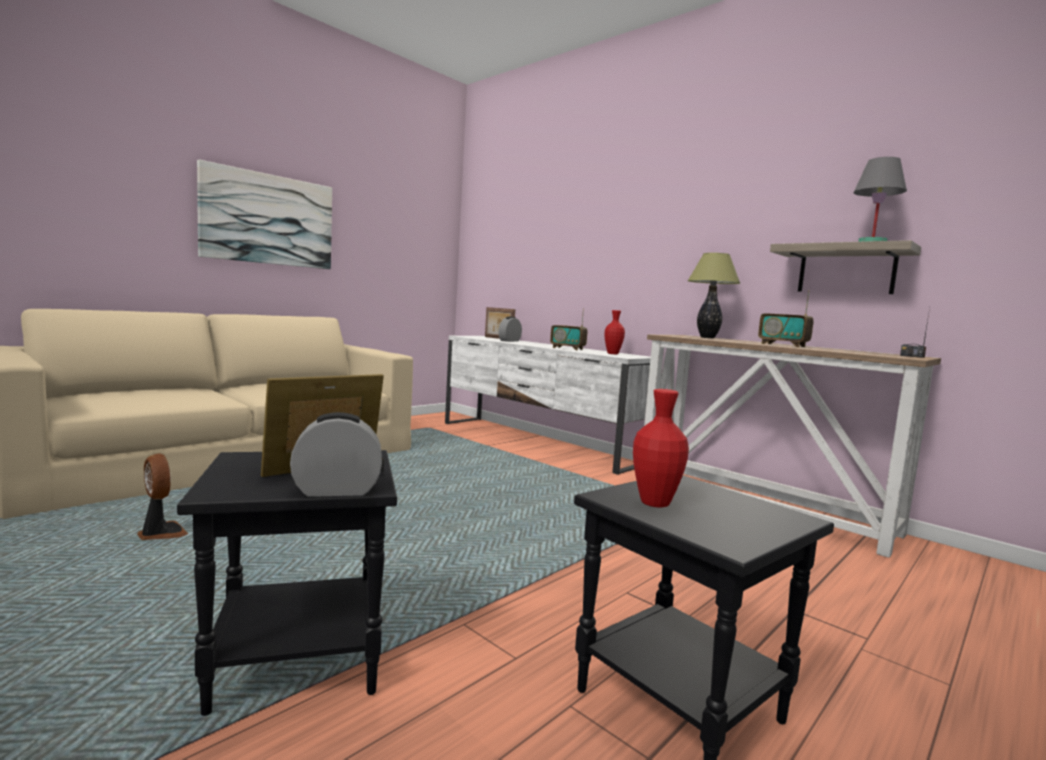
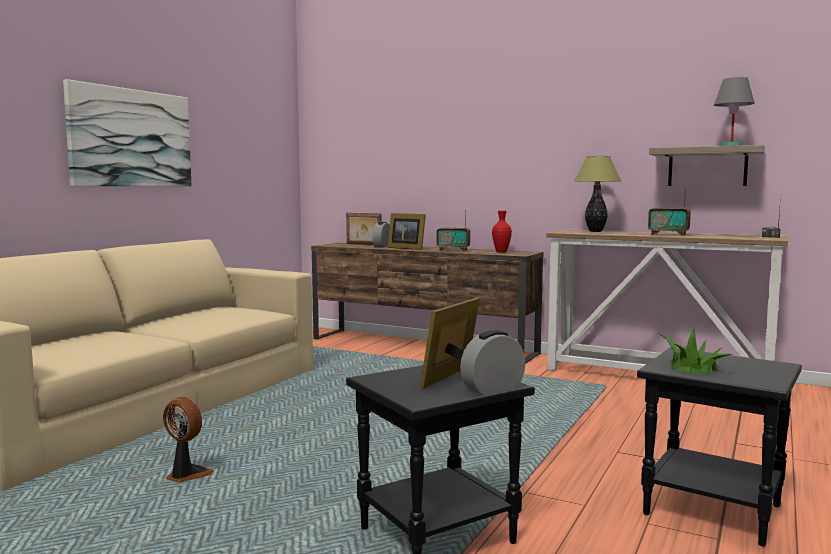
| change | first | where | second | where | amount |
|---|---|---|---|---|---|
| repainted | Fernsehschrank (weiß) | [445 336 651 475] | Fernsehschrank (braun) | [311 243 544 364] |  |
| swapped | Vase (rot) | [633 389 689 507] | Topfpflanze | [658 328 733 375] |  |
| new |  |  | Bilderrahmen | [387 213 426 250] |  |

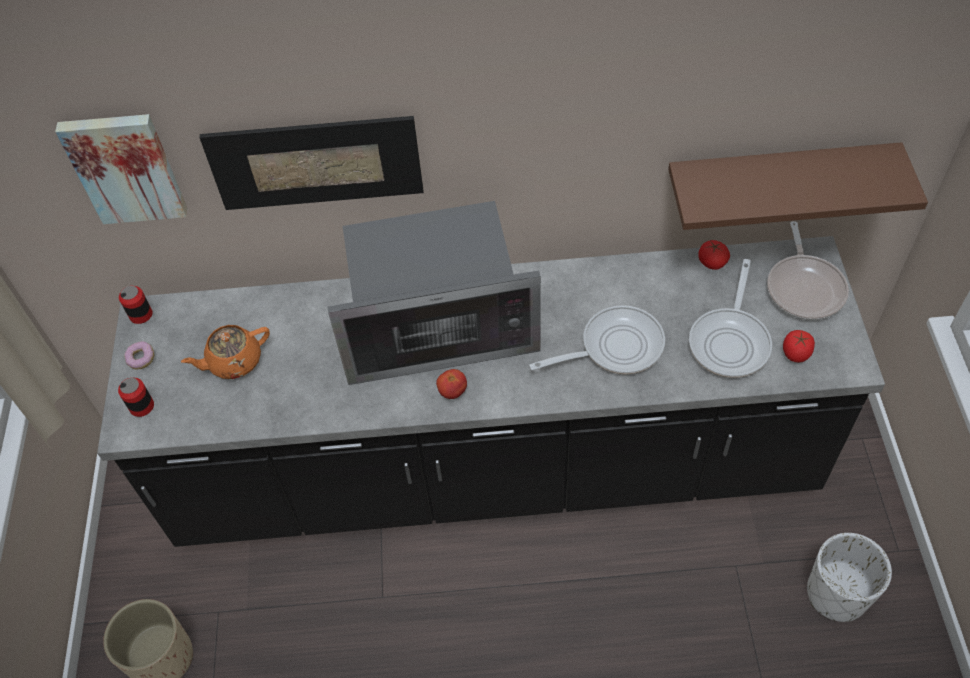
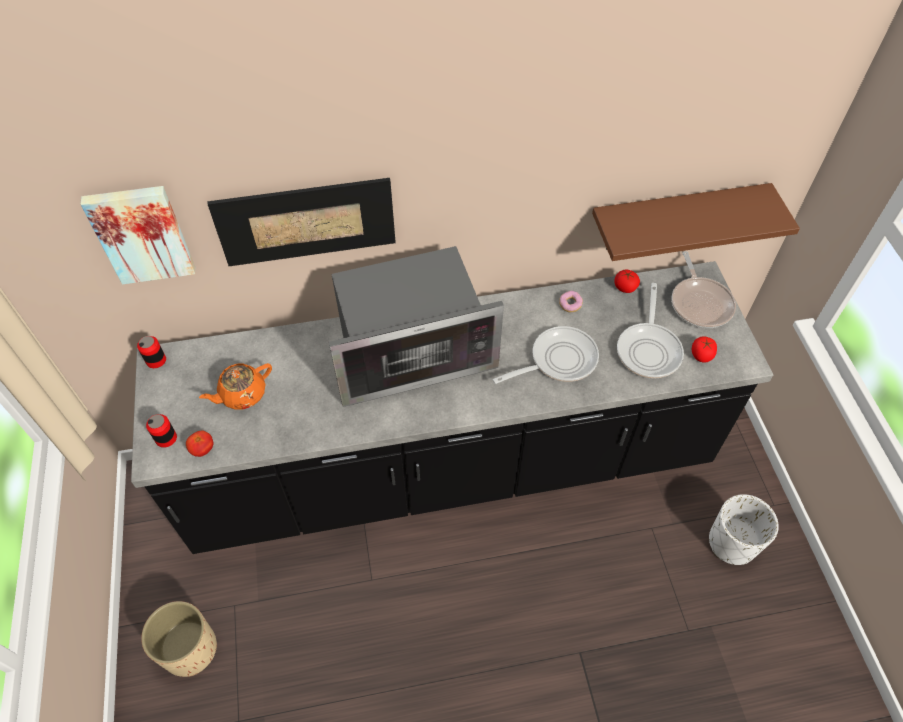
| change | first | where | second | where | amount |
|---|---|---|---|---|---|
| shifted | Donut | [124 341 154 370] |  | [559 291 583 313] |  |
| shifted | Tomate | [436 369 467 399] |  | [186 430 213 457] |  |

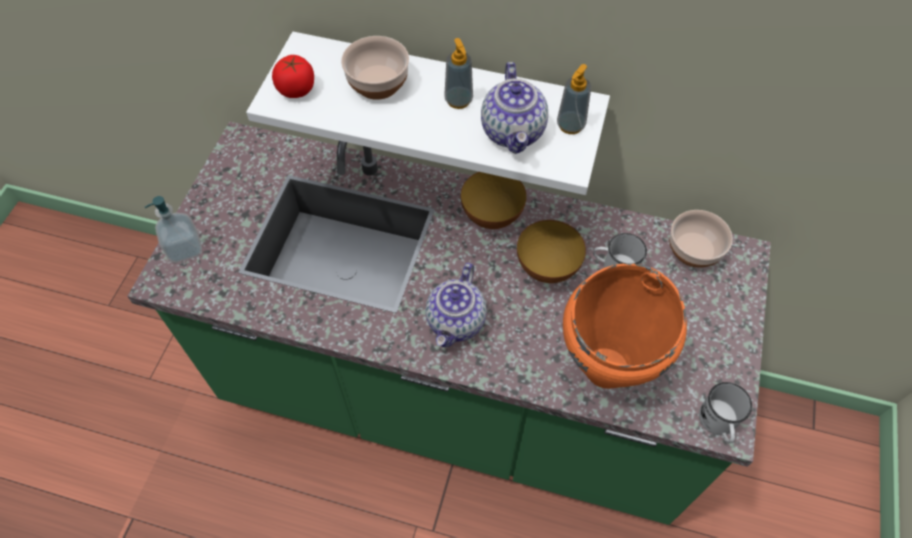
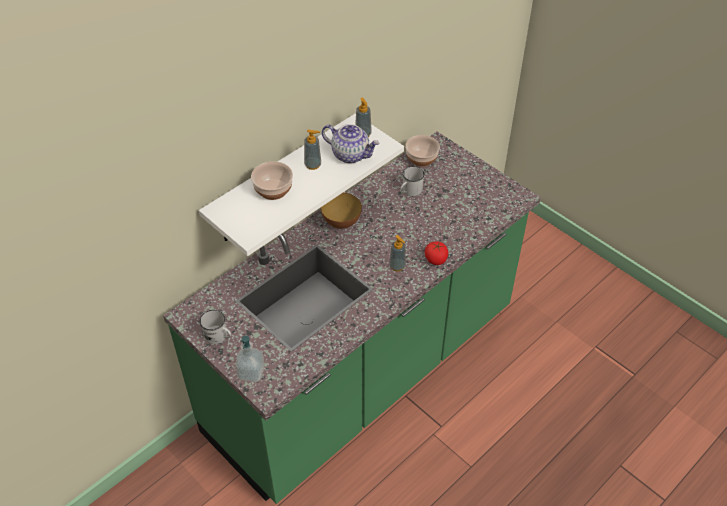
| change | first | where | second | where | amount |
|---|---|---|---|---|---|
| shifted | Tomate | [272 55 314 98] |  | [425 241 449 265] |  |
| swapped | Teekanne | [426 263 487 347] | Seifenspender | [389 235 406 271] |  |
| gone | Schüssel | [517 220 586 283] |  |  |  |
| gone | Kochtopf (orange) | [563 263 687 389] |  |  |  |
| shifted | Henkelbecher (weiß) | [699 382 752 443] |  | [199 310 231 344] |  |

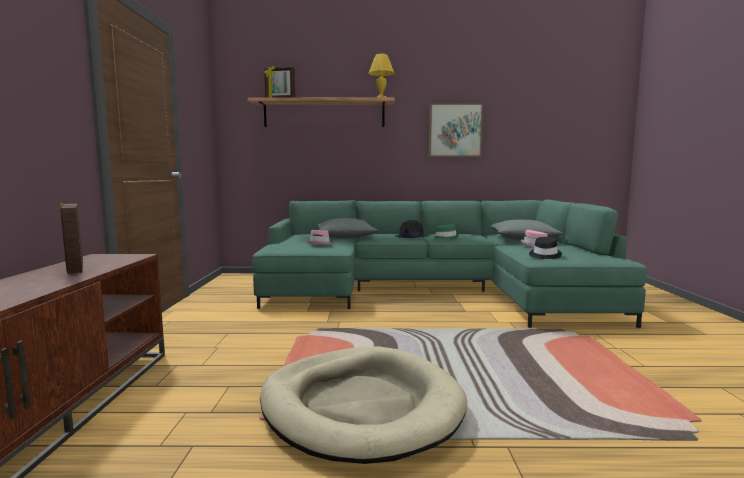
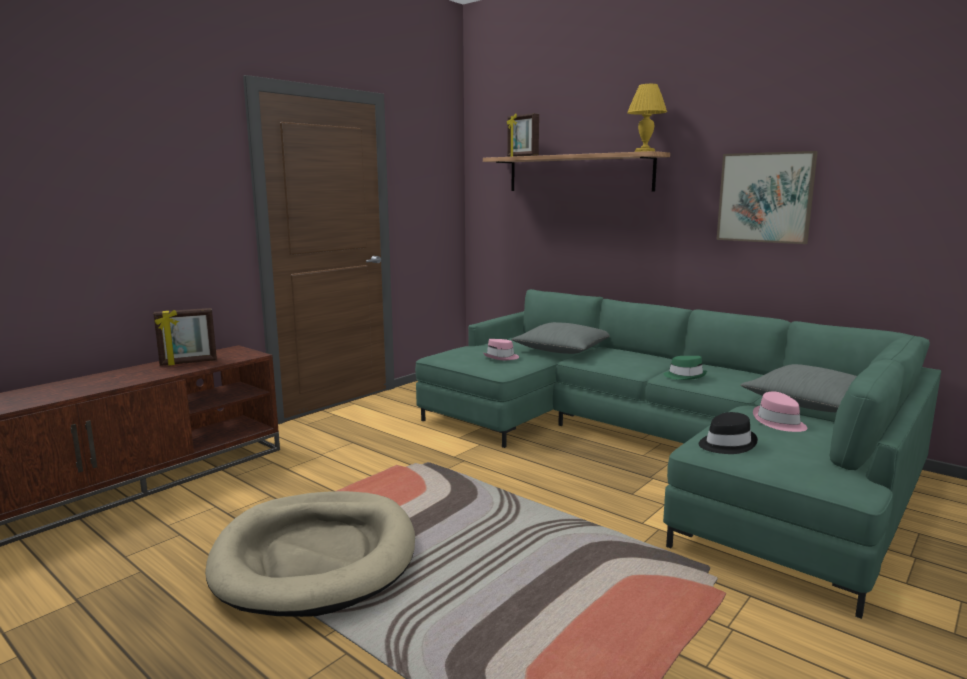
| change | first | where | second | where | amount |
|---|---|---|---|---|---|
| rotated | Bilderrahmen | [60 202 83 274] |  | [154 308 217 366] | 120 degrees counterclockwise |
| gone | Hut (schwarz) | [395 220 428 238] |  |  |  |

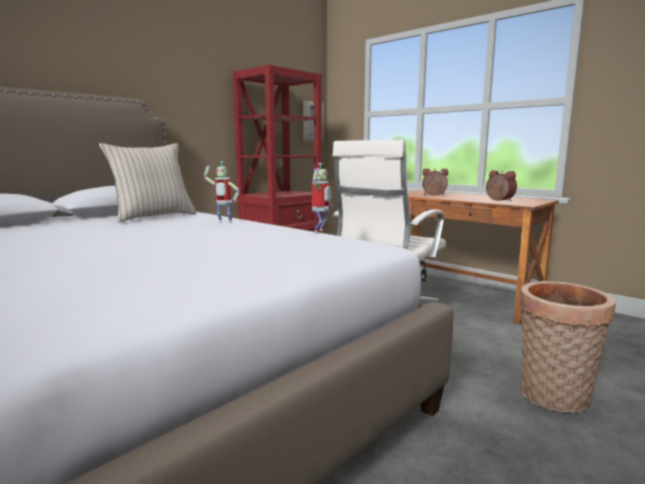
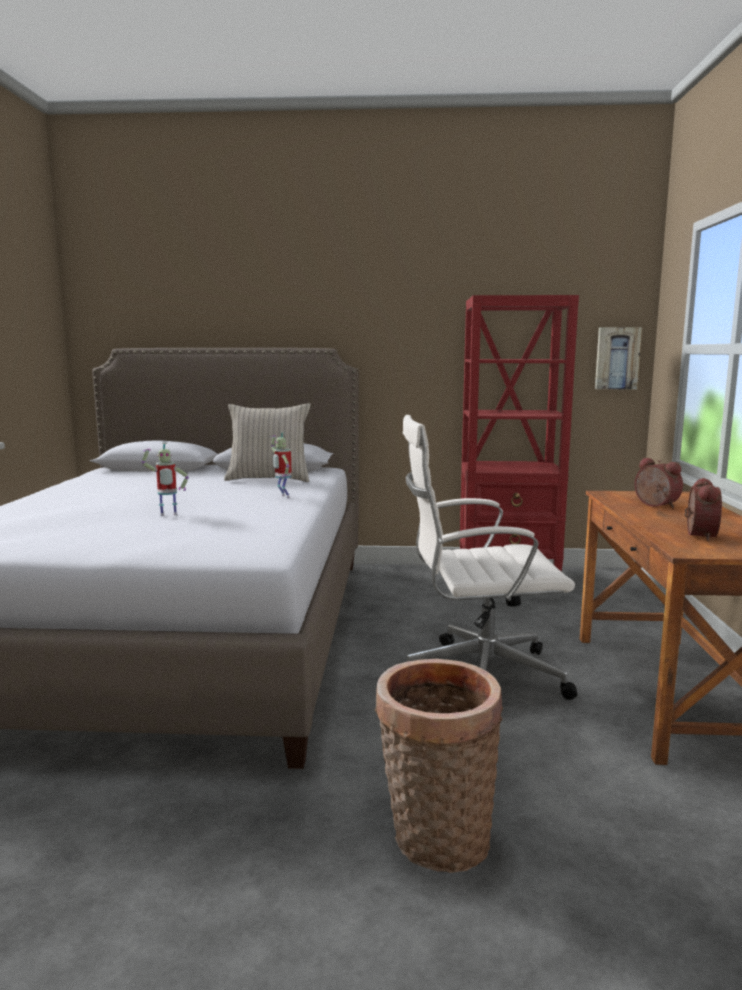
| change | first | where | second | where | amount |
|---|---|---|---|---|---|
| shifted | Spielzeugroboter | [312 163 333 233] |  | [141 443 189 516] |  |

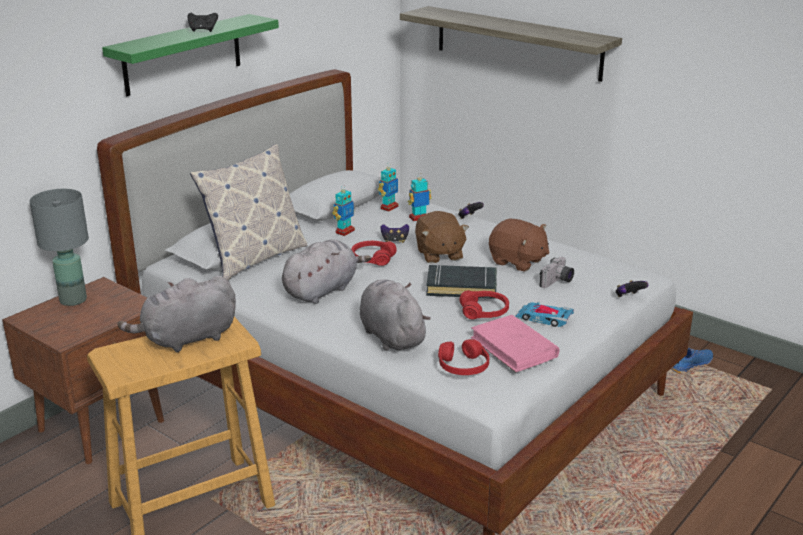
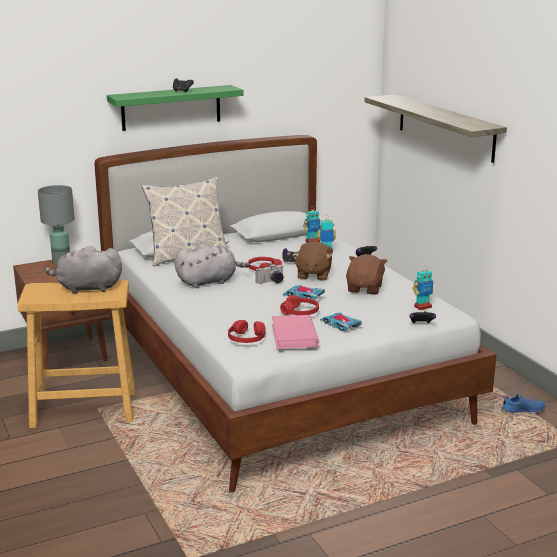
| change | first | where | second | where | amount |
|---|---|---|---|---|---|
| shifted | Spielzeugroboter | [332 185 355 236] |  | [413 265 434 310] |  |
| gone | Plüschtier (grau) | [360 279 430 351] |  |  |  |
| swapped | Buch (schwarz) | [426 264 497 299] | Spielzeugauto | [283 285 325 300] |  |
| rotated | Plüschtier (braun) | [489 219 550 271] |  | [346 254 387 295] | 135 degrees counterclockwise |
| shifted | Kamera | [539 257 574 288] |  | [256 264 284 284] |  |

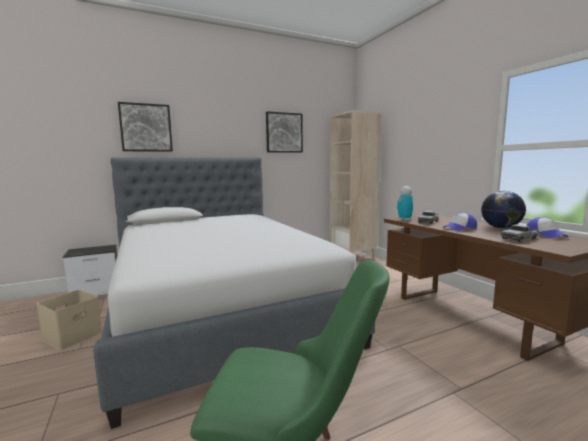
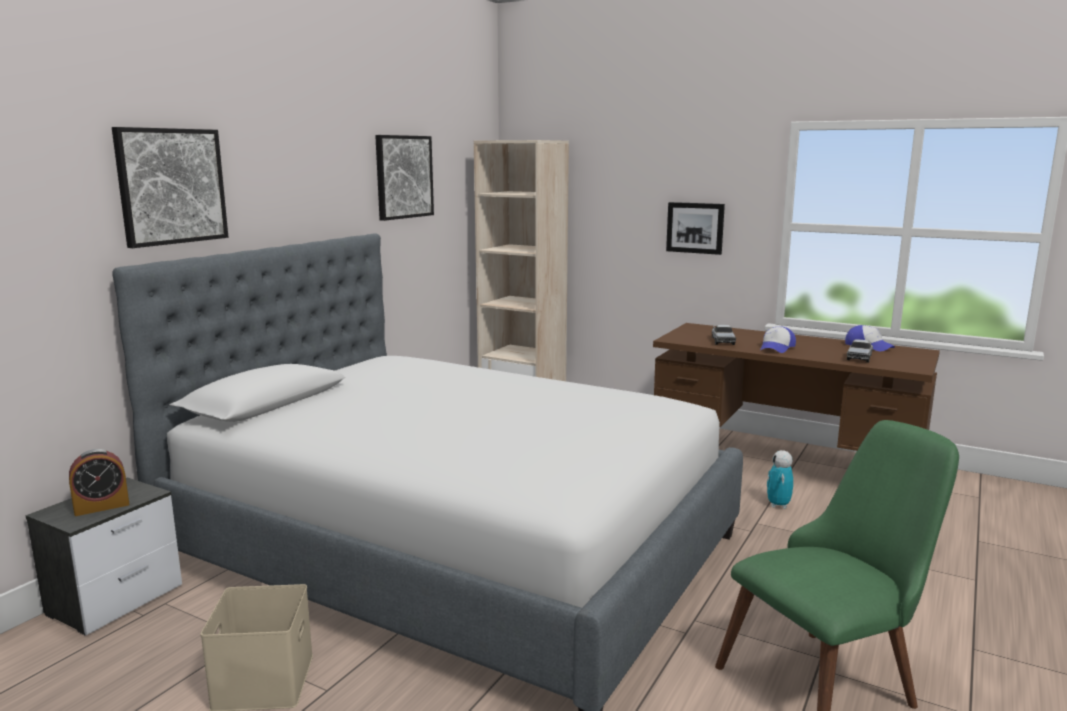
| change | first | where | second | where | amount |
|---|---|---|---|---|---|
| shifted | Spielzeugroboter | [397 186 413 221] |  | [767 450 793 508] |  |
| gone | Globus | [481 191 526 228] |  |  |  |
| new |  |  | Wecker | [69 449 130 516] |  |
| new |  |  | Bild | [666 202 725 255] |  |

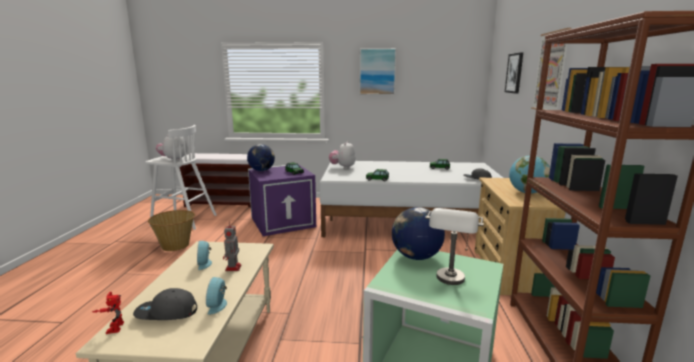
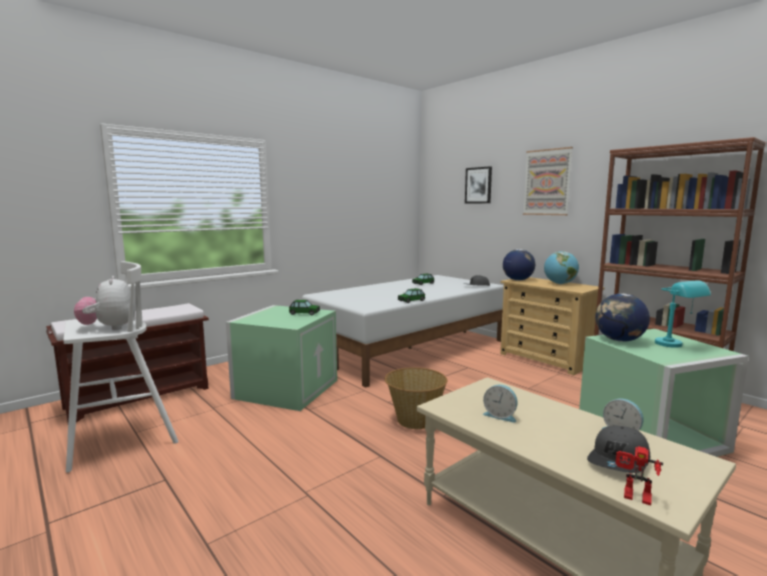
| change | first | where | second | where | amount |
|---|---|---|---|---|---|
| shifted | Korb | [148 210 195 251] |  | [385 367 447 429] |  |
| gone | Spielzeugroboter | [223 225 242 271] |  |  |  |
| shifted | Globus | [247 144 275 171] |  | [503 249 535 281] |  |
| repainted | Aufbewahrungsbox (lila) | [248 164 316 236] | Aufbewahrungsbox (grün) | [226 305 337 411] |  |
| gone | Plüschtier | [329 141 356 169] |  |  |  |
| gone | Bild | [359 48 396 95] |  |  |  |
| repainted | Tischlampe (grau) | [425 208 484 285] | Tischlampe (türkis) | [655 280 711 348] |  |

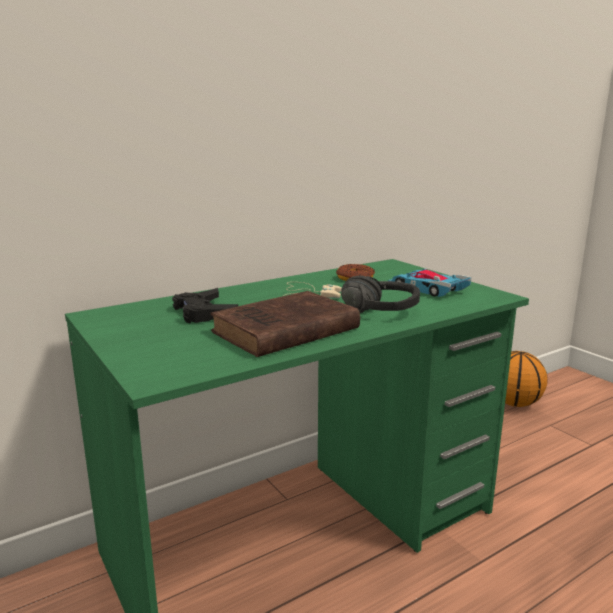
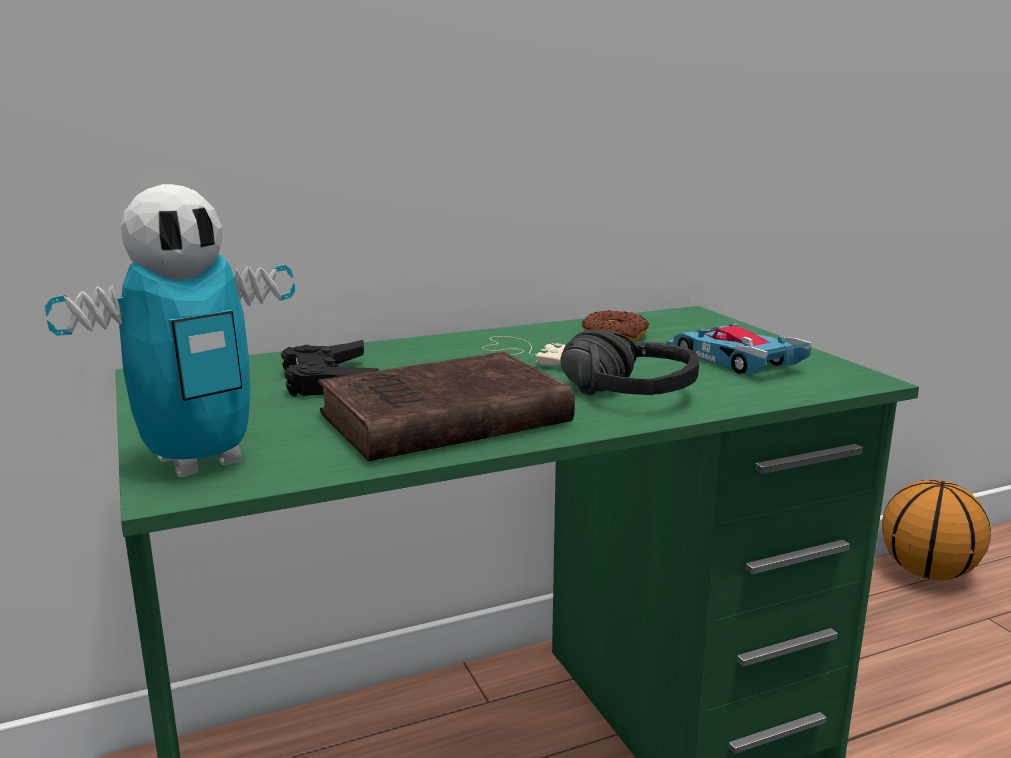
| change | first | where | second | where | amount |
|---|---|---|---|---|---|
| new |  |  | Spielzeugroboter | [45 184 295 477] |  |

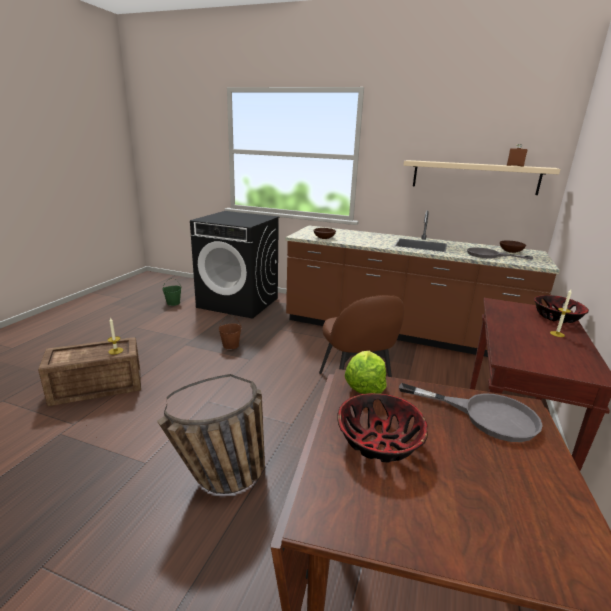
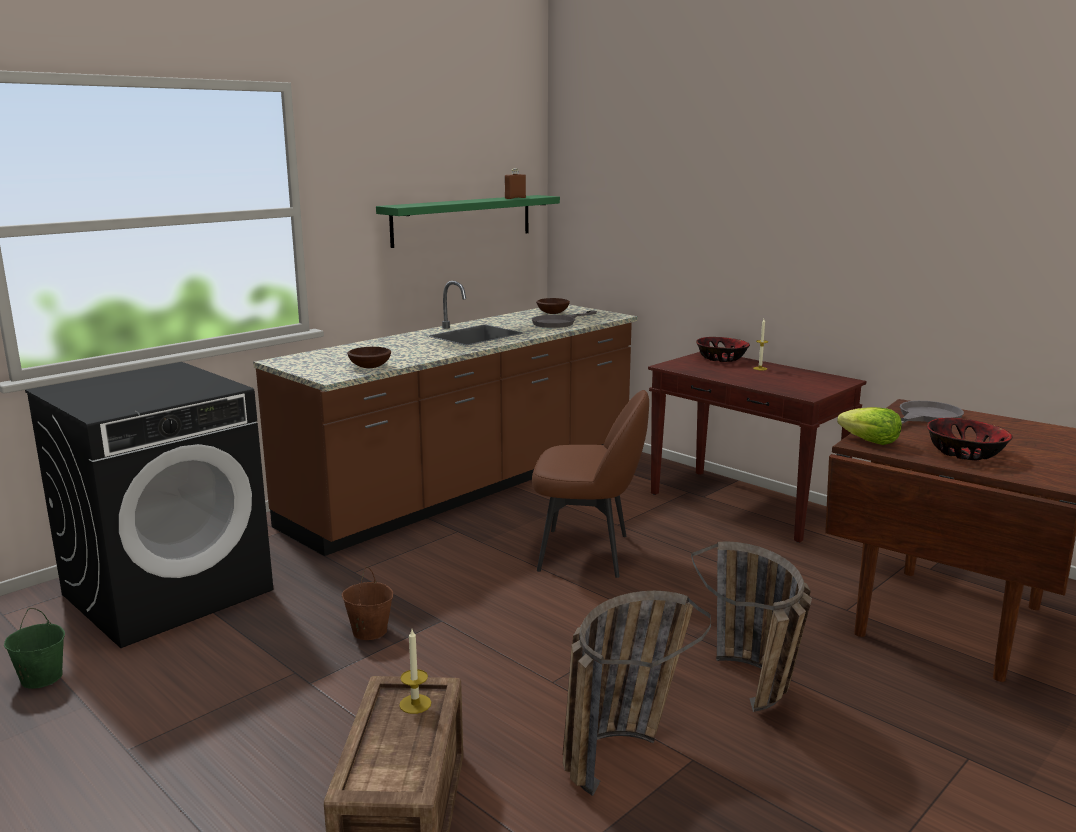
| change | first | where | second | where | amount |
|---|---|---|---|---|---|
| repainted | Wandregal (beige) | [403 160 561 195] | Wandregal (grün) | [376 195 560 248] |  |
| new |  |  | Korb | [563 591 711 796] |  |

